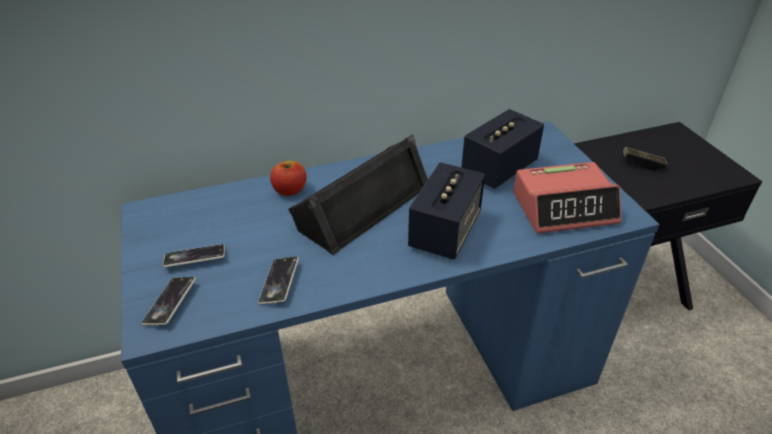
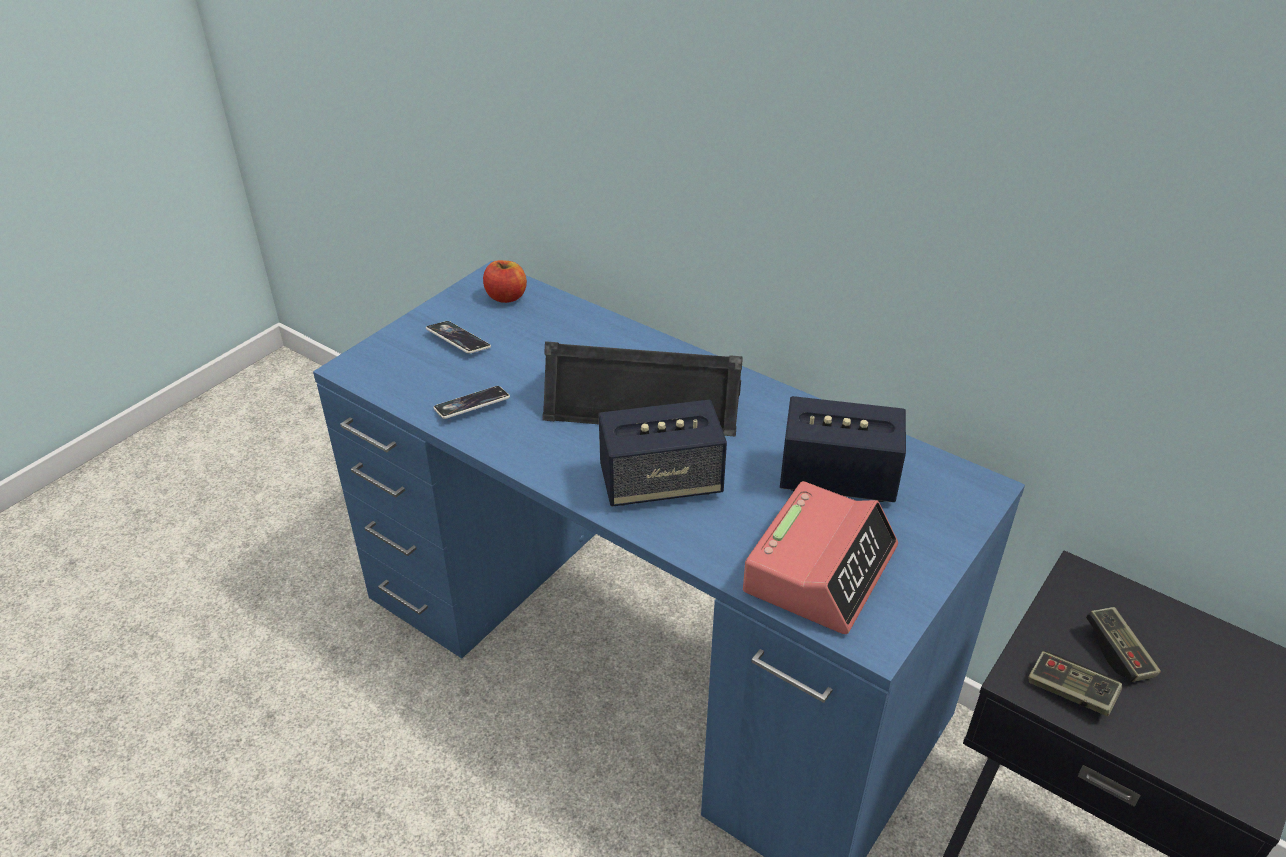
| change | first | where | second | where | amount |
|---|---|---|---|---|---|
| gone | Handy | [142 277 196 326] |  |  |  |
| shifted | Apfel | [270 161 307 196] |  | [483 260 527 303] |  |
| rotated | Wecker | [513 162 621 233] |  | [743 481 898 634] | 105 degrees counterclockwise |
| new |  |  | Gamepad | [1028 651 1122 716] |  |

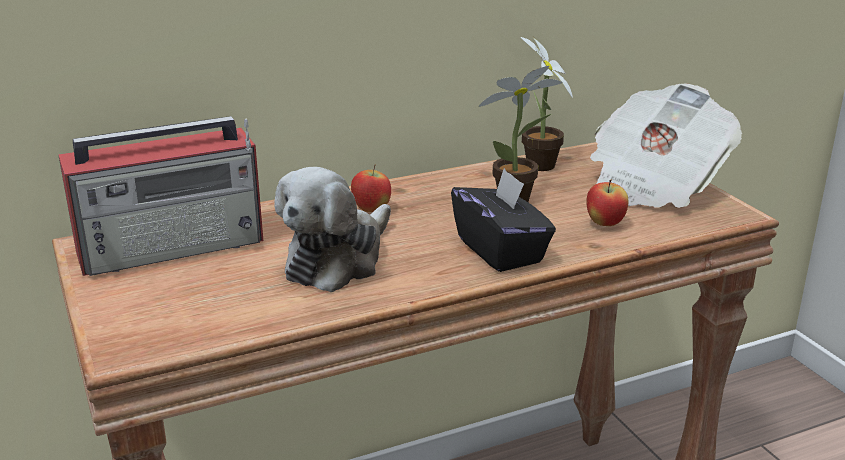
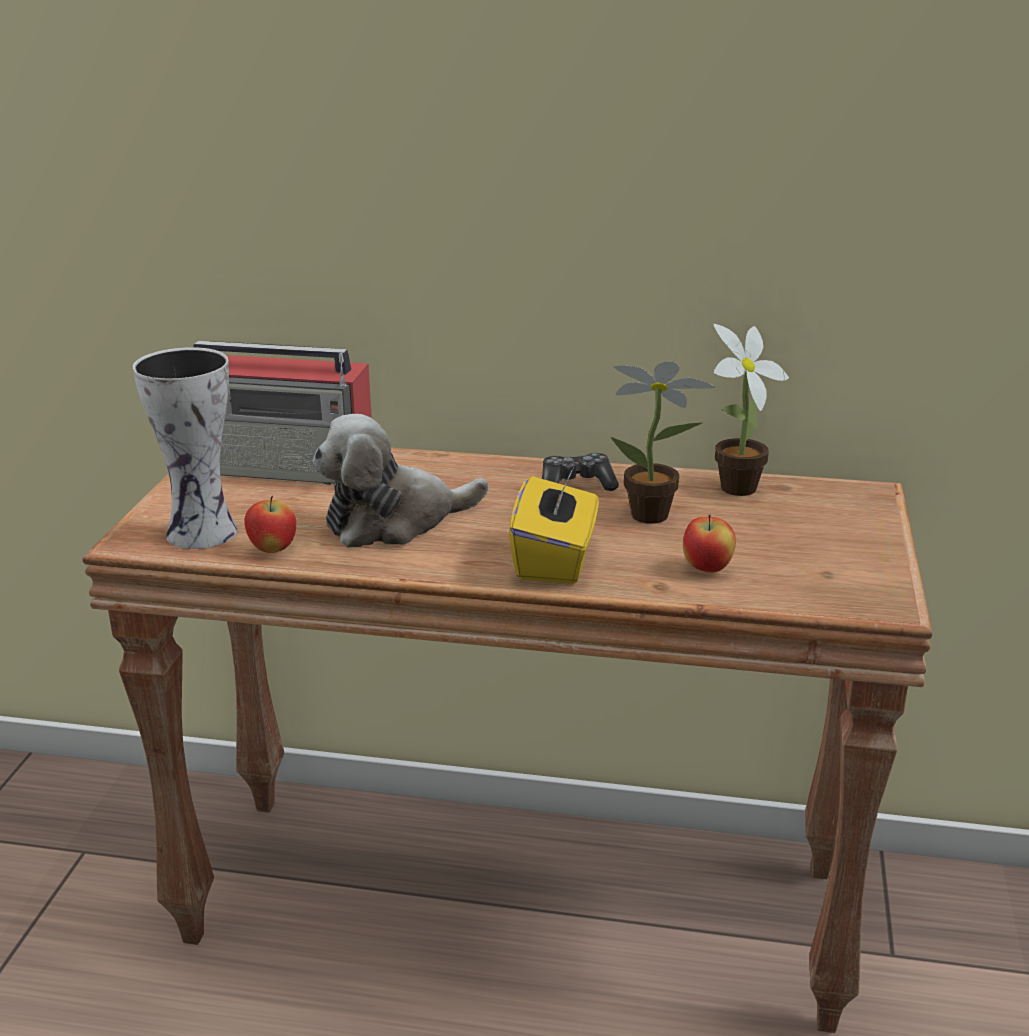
| change | first | where | second | where | amount |
|---|---|---|---|---|---|
| shifted | Apfel | [351 164 391 212] |  | [244 496 296 553] |  |
| repainted | Taschentuchbox (schwarz) | [451 168 556 272] | Taschentuchbox (gelb) | [509 468 599 584] |  |
| gone | Zeitung | [590 83 742 208] |  |  |  |
| new |  |  | Vase | [133 347 237 549] |  |
| new |  |  | Gamepad | [542 453 619 491] |  |

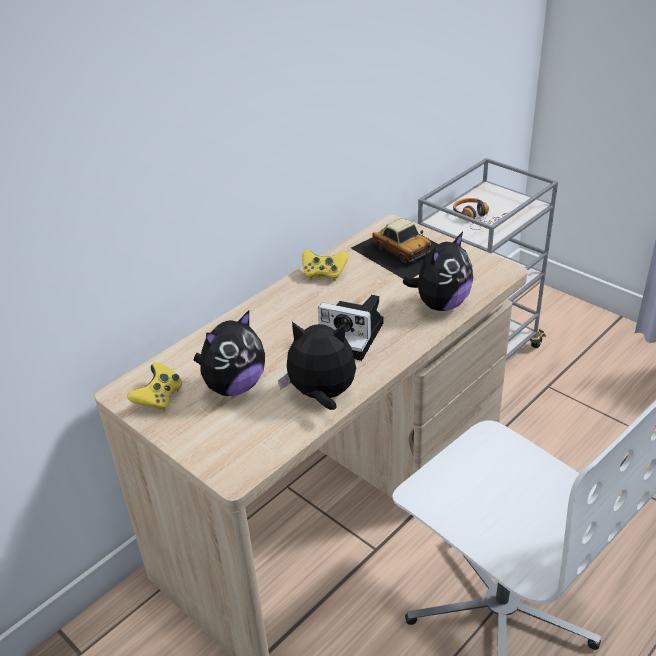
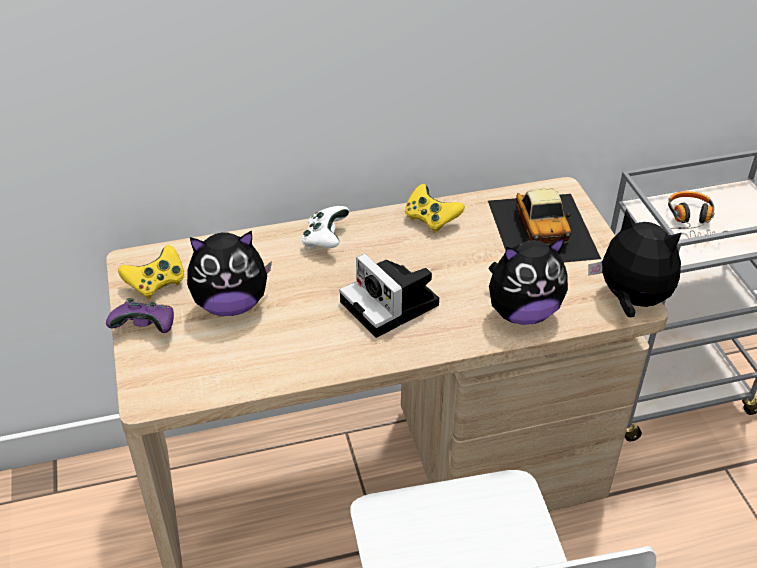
| change | first | where | second | where | amount |
|---|---|---|---|---|---|
| shifted | Plüschtier | [278 322 356 410] |  | [588 209 682 318] |  |
| new |  |  | Gamepad (lila) | [106 298 174 333] |  |
| new |  |  | Gamepad (weiß) | [302 206 349 249] |  |

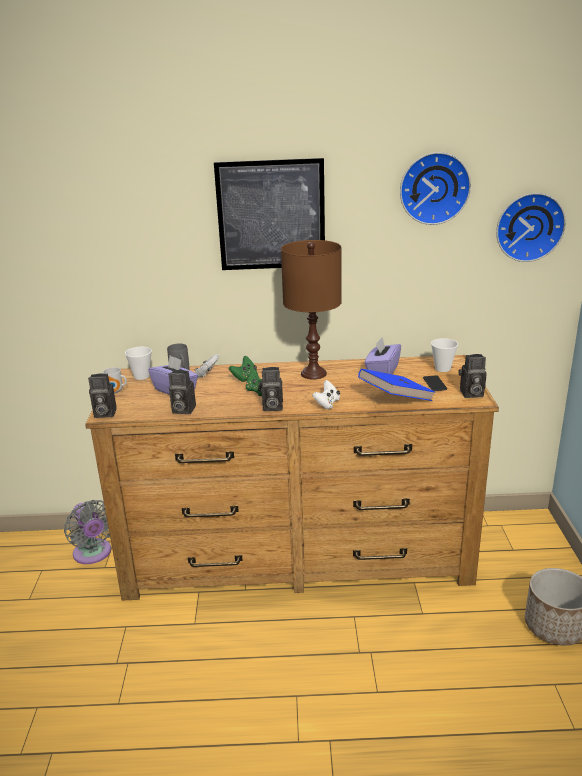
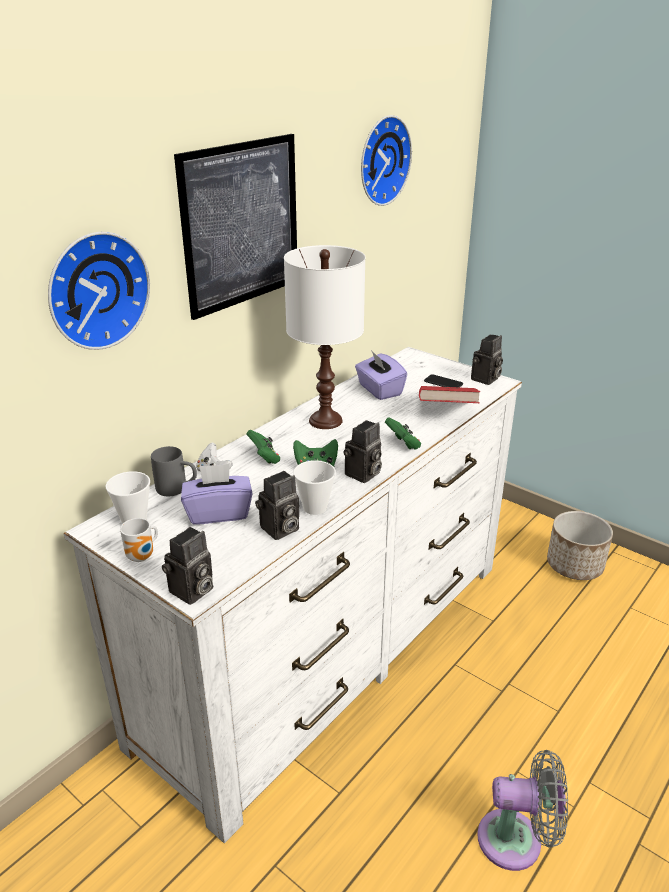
| change | first | where | second | where | amount |
|---|---|---|---|---|---|
| shifted | Ventilator (grau) | [64 500 111 564] |  | [477 750 568 871] |  |
| repainted | Kommode (braun) | [85 355 499 601] | Kommode (weiß) | [64 347 522 843] |  |
| repainted | Tischlampe (braun) | [281 240 342 379] | Tischlampe (weiß) | [284 245 366 429] |  |
| repainted | Gamepad (weiß) | [312 380 340 409] | Gamepad (grün) | [385 418 421 450] |  |
| repainted | Buch (blau) | [358 369 435 401] | Buch (rot) | [419 386 480 403] |  |
| shifted | Tasse | [431 338 458 372] |  | [293 460 336 515] |  |
| shifted | Wanduhr | [496 193 566 262] |  | [48 232 150 350] |  |

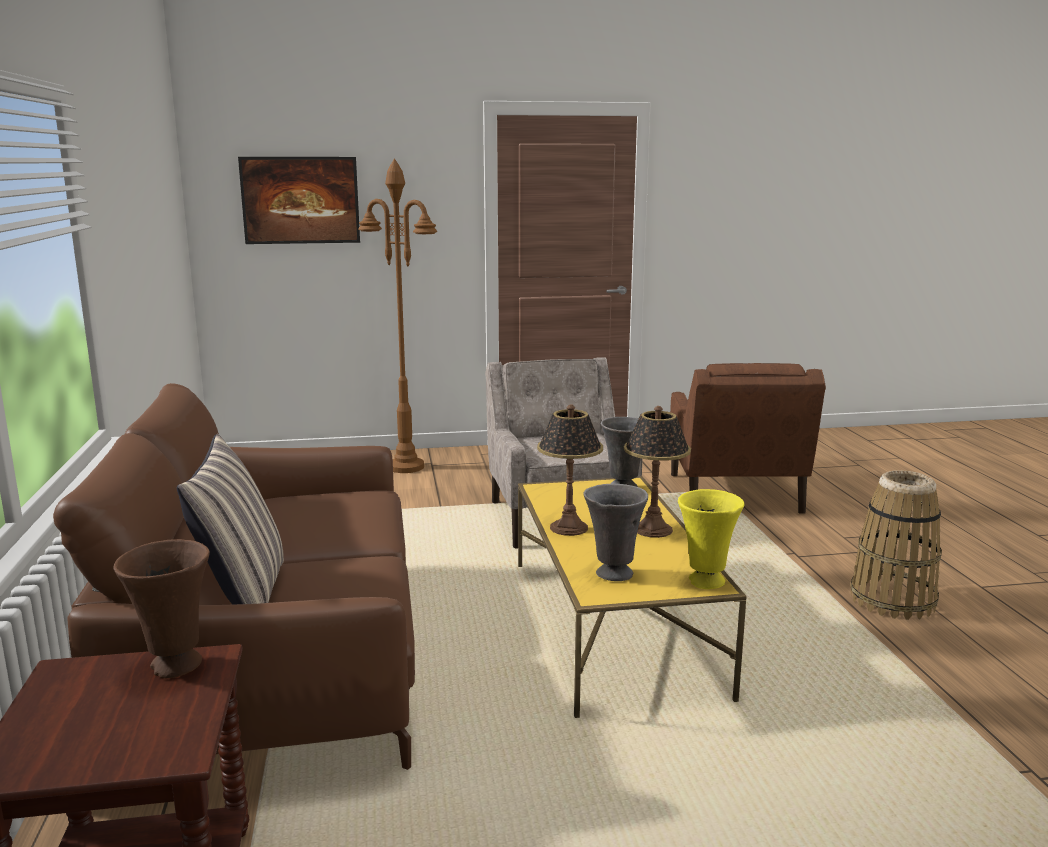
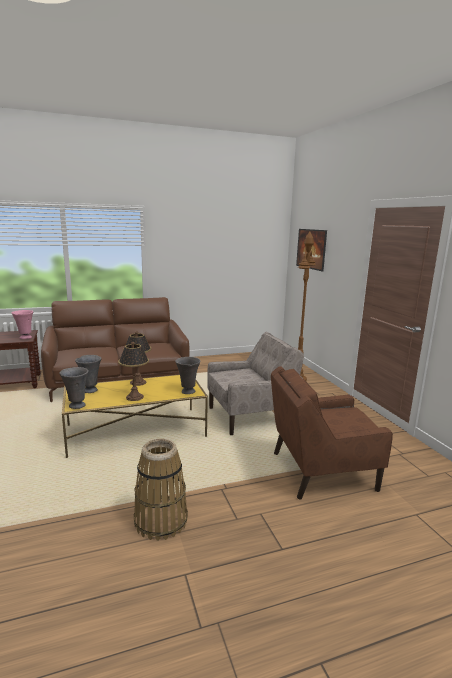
| change | first | where | second | where | amount |
|---|---|---|---|---|---|
| repainted | Vase (braun) | [113 539 210 678] | Vase (rosa) | [11 310 33 339] |  |
| gone | Kissen | [177 434 284 605] |  |  |  |
| repainted | Vase (gelb) | [678 489 745 589] | Vase (grau) | [59 367 88 409] |  |

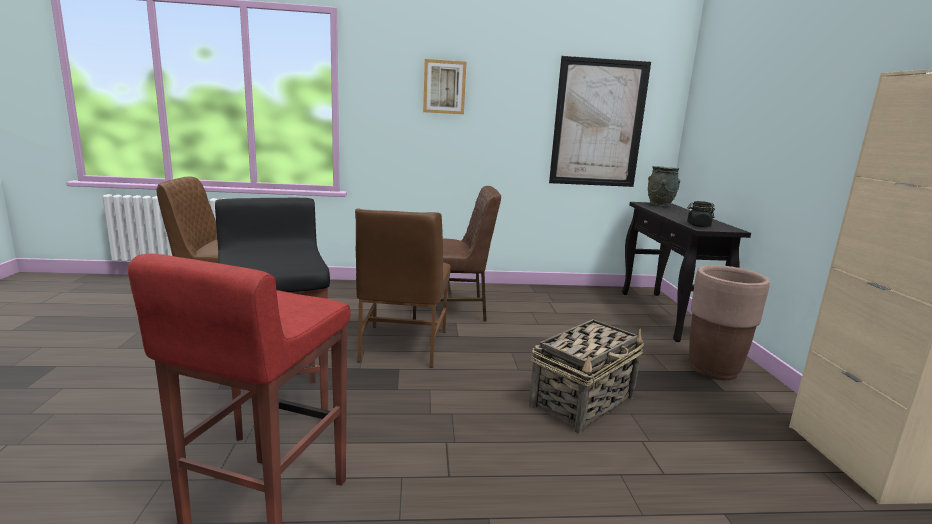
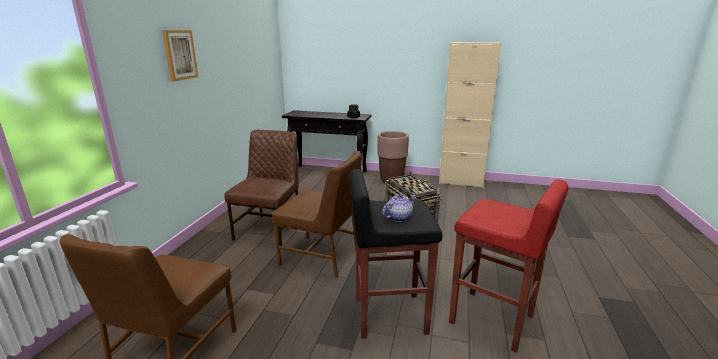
| change | first | where | second | where | amount |
|---|---|---|---|---|---|
| gone | Bild | [549 56 651 187] |  |  |  |
| gone | Vase (grau) | [648 166 680 207] |  |  |  |
| new |  |  | Teekanne | [382 194 416 222] |  |

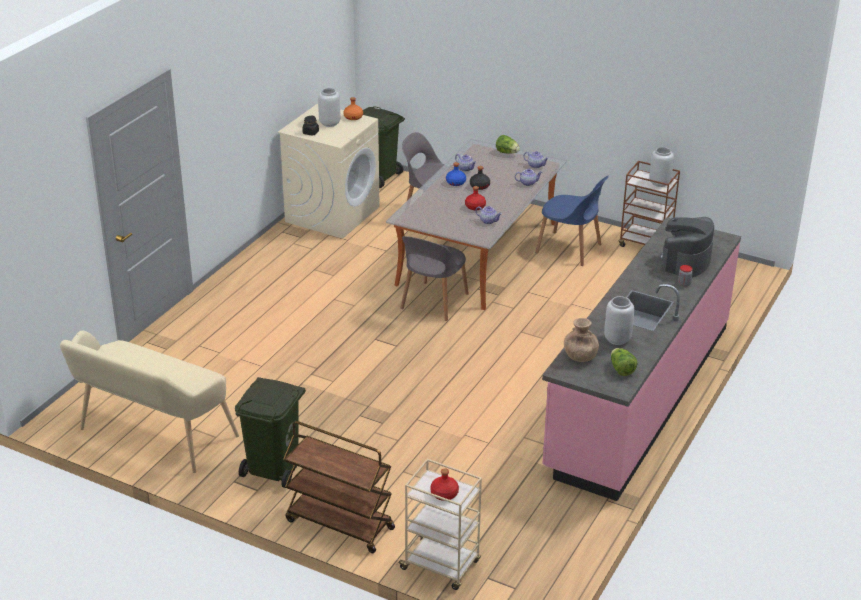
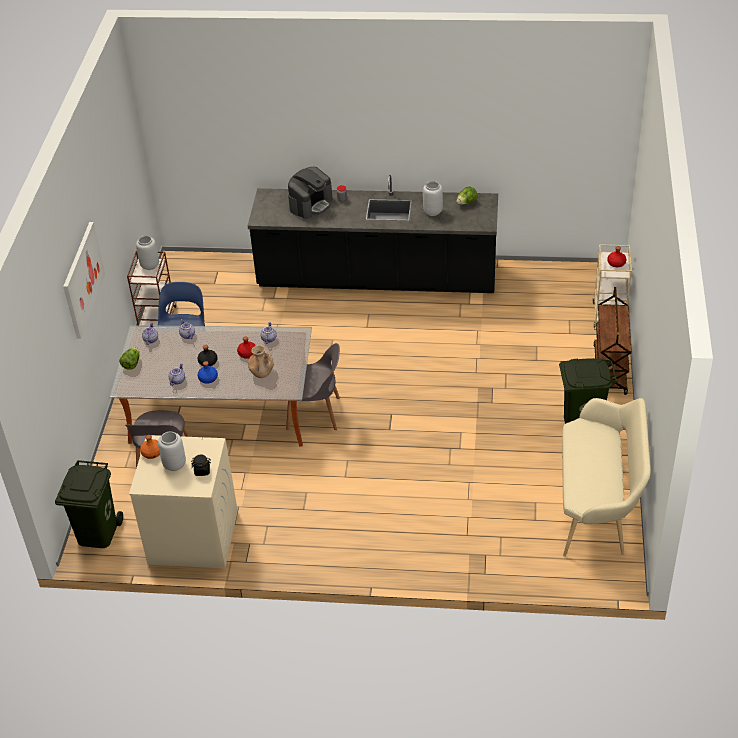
| change | first | where | second | where | amount |
|---|---|---|---|---|---|
| repainted | Küchenzeile (rosa) | [542 217 741 501] | Küchenzeile (schwarz) | [248 175 498 293] |  |
| shifted | Vase (braun) | [564 318 599 362] |  | [248 345 274 378] |  |
| rotated | Kaffeemaschine | [659 217 714 277] |  | [288 167 332 219] | 60 degrees counterclockwise |
| new |  |  | Bild | [63 222 105 339] |  |

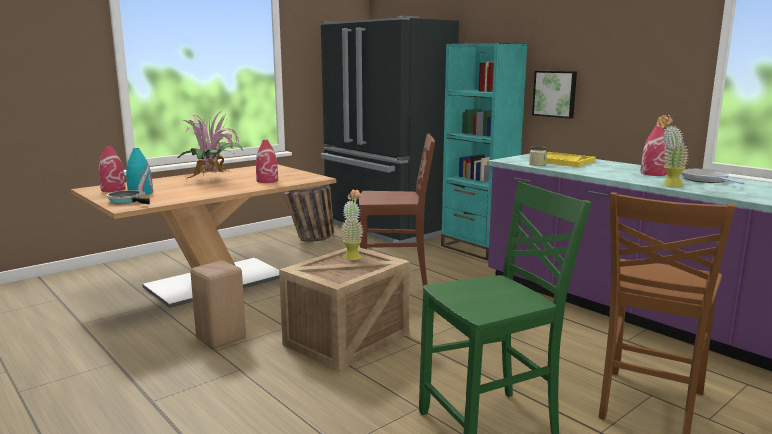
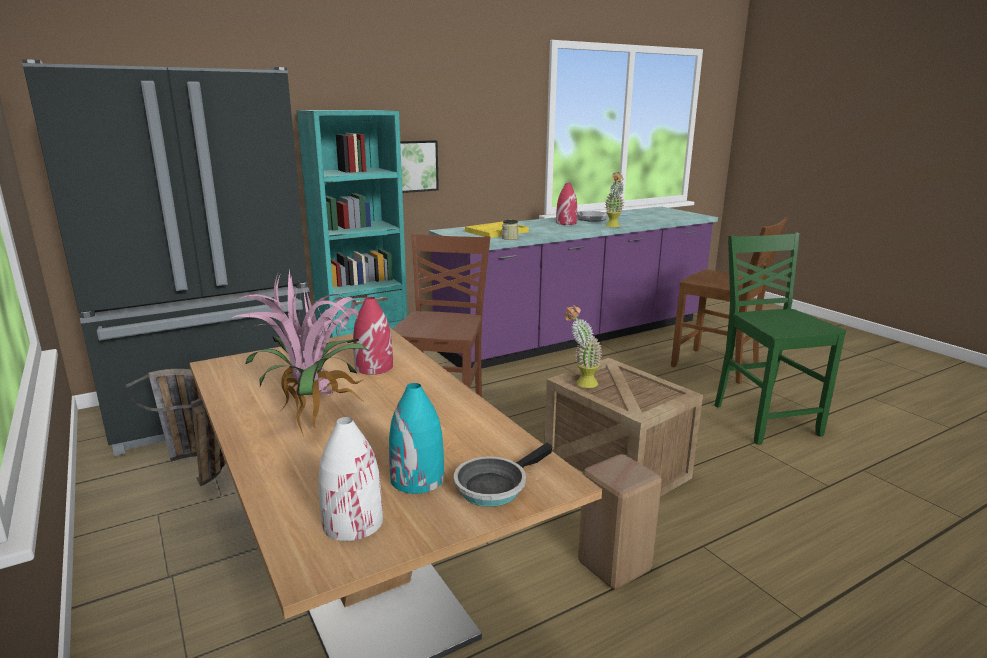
| change | first | where | second | where | amount |
|---|---|---|---|---|---|
| repainted | Vase (rot) | [99 146 126 192] | Vase (weiß) | [319 417 383 541] |  |

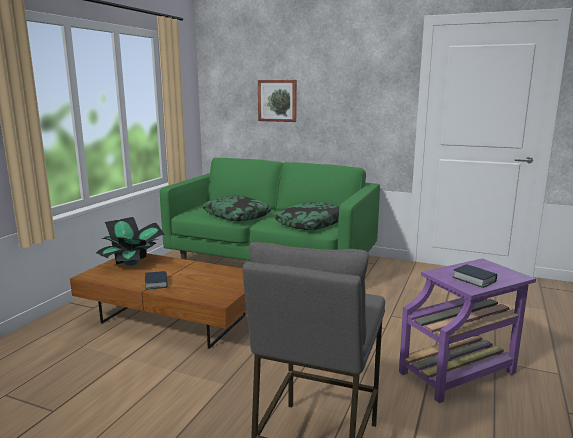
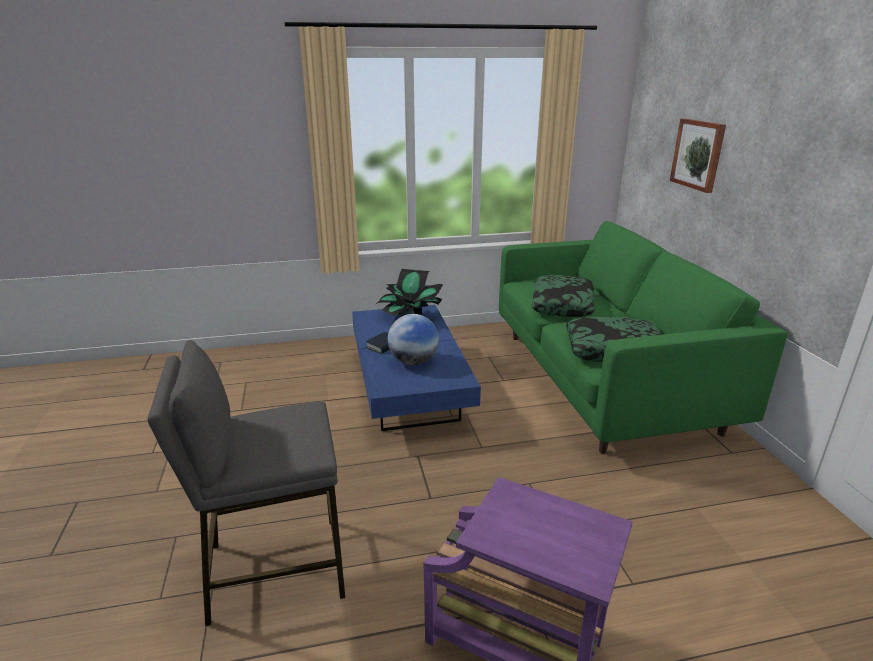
| change | first | where | second | where | amount |
|---|---|---|---|---|---|
| repainted | Couchtisch (braun) | [70 253 247 349] | Couchtisch (blau) | [352 305 481 431] |  |
| gone | Buch | [453 264 497 288] |  |  |  |
| new |  |  | Globus | [388 314 439 365] |  |

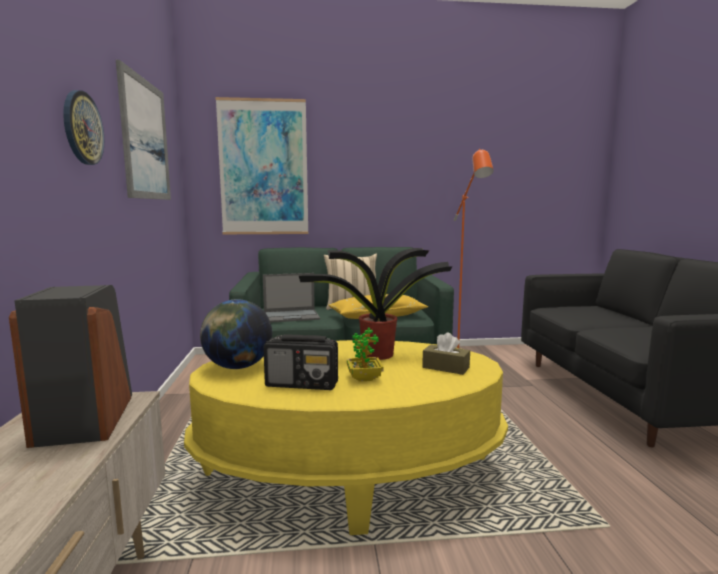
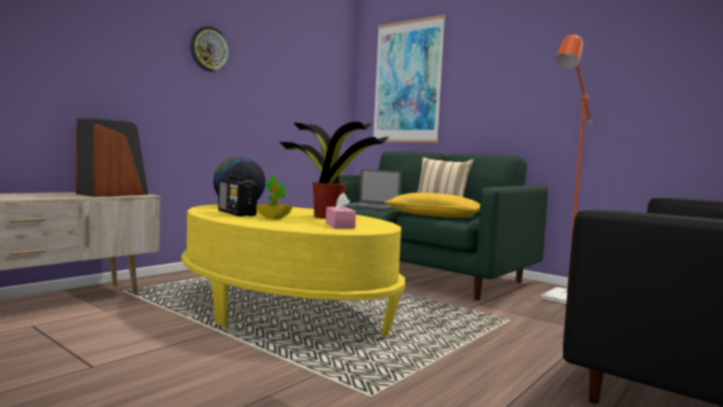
| change | first | where | second | where | amount |
|---|---|---|---|---|---|
| gone | Bild | [116 60 171 200] |  |  |  |
| repainted | Taschentuchbox (braun) | [422 332 470 375] | Taschentuchbox (rosa) | [326 193 356 229] |  |

